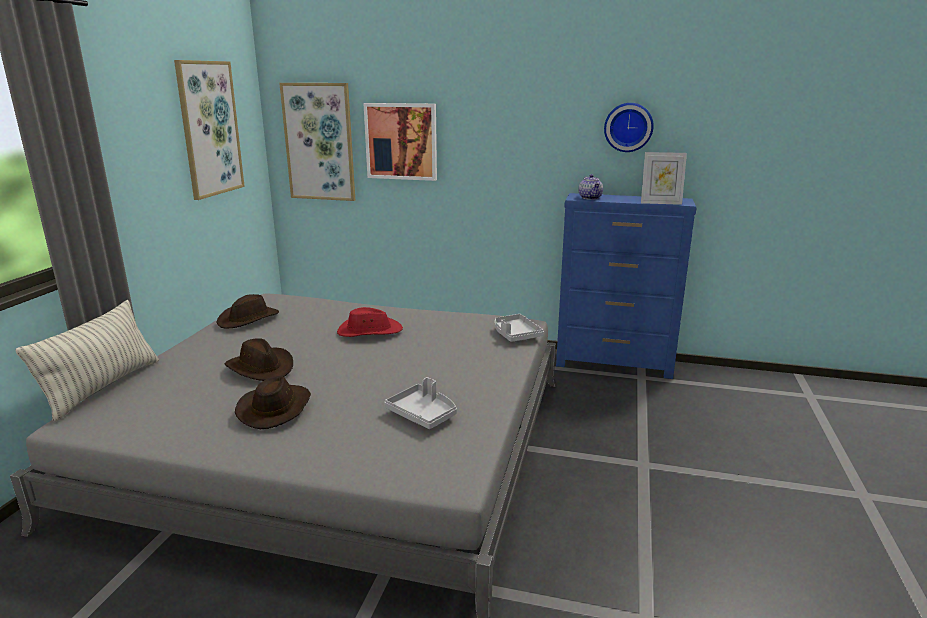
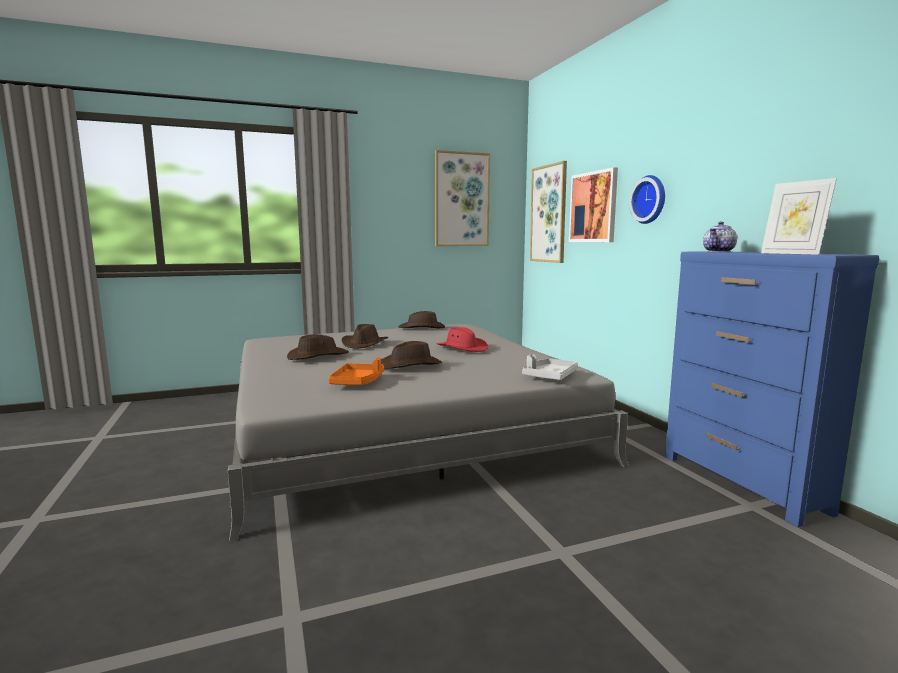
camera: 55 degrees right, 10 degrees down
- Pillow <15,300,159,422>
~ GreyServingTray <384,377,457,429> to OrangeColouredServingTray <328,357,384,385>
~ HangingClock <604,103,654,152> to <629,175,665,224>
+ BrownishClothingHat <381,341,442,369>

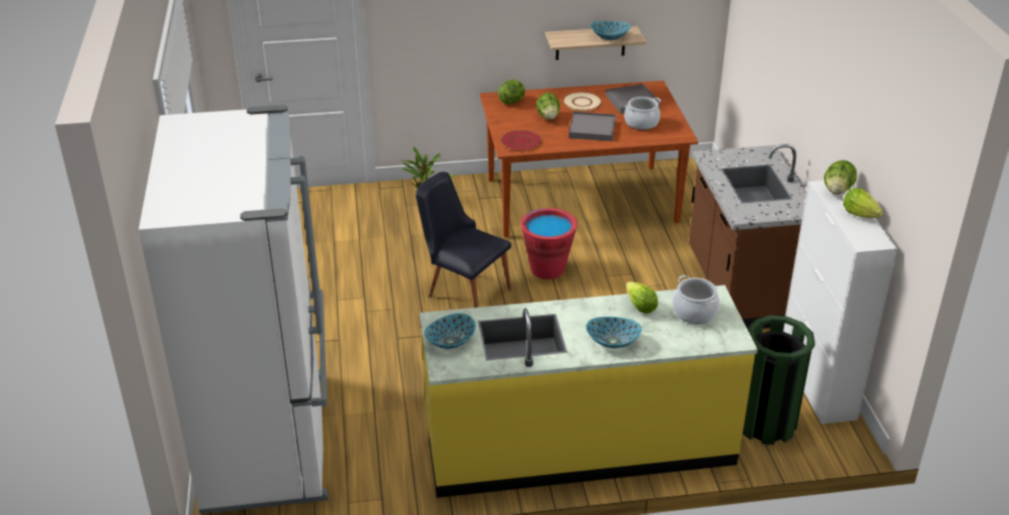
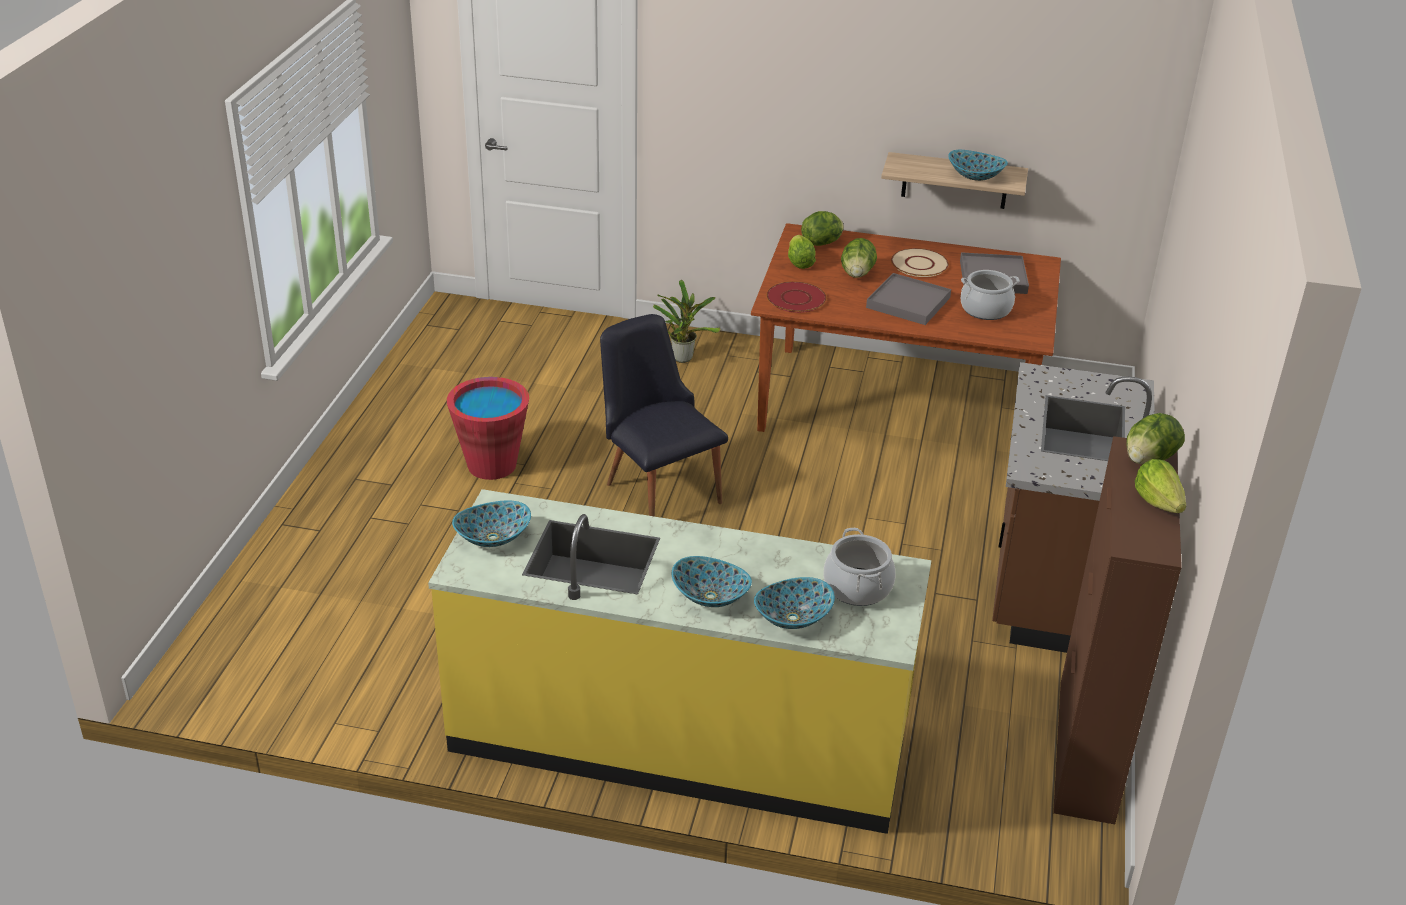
camera: 20 degrees right, 0 degrees up
- WhitishKitchenFridge <139,104,328,514>
~ RedColouredWaterBucket <521,208,577,279> to <447,377,529,480>
~ LettuceHead <626,282,658,314> to <788,235,816,269>
- GreenTrashCan <743,315,815,445>
~ WhitishCabinet <783,180,898,424> to BrownishCabinet <1053,436,1182,824>
+ DeepDish <754,577,835,629>

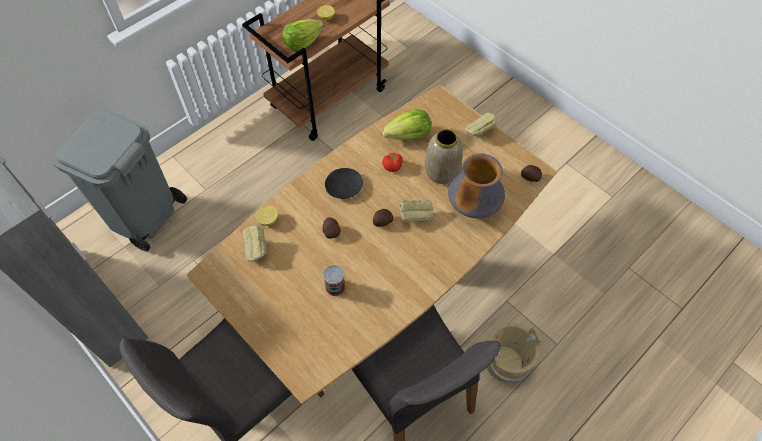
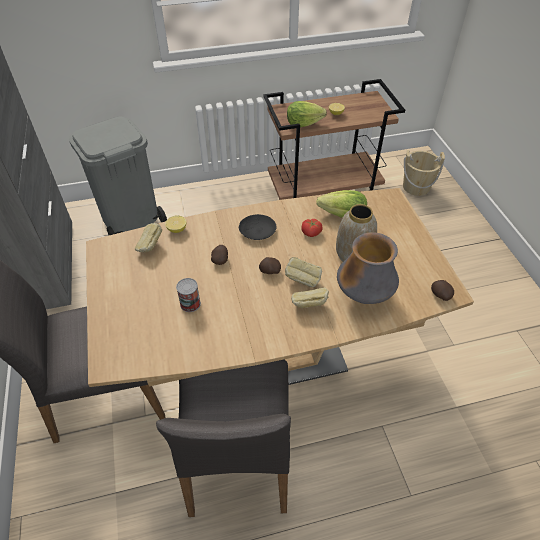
camera: 30 degrees right, 10 degrees down
~ BakedBread <465,113,497,137> to <291,288,329,308>
~ BeigeColouredWaterBucket <486,323,542,382> to <403,150,445,196>

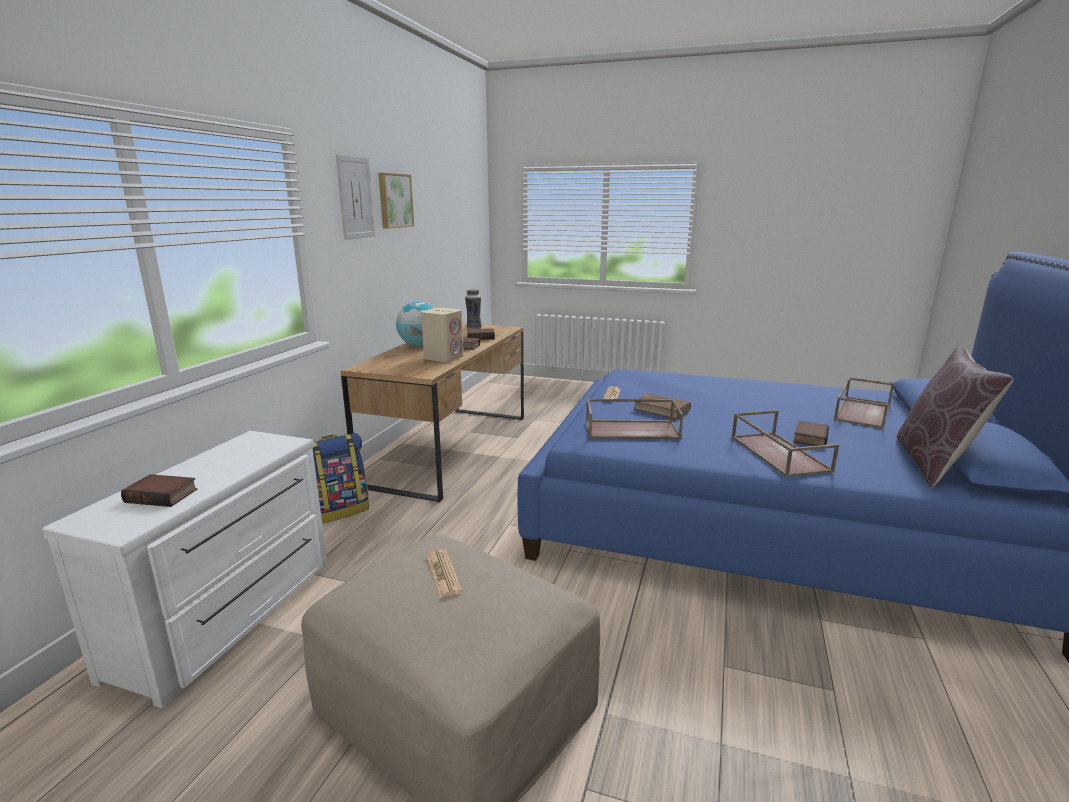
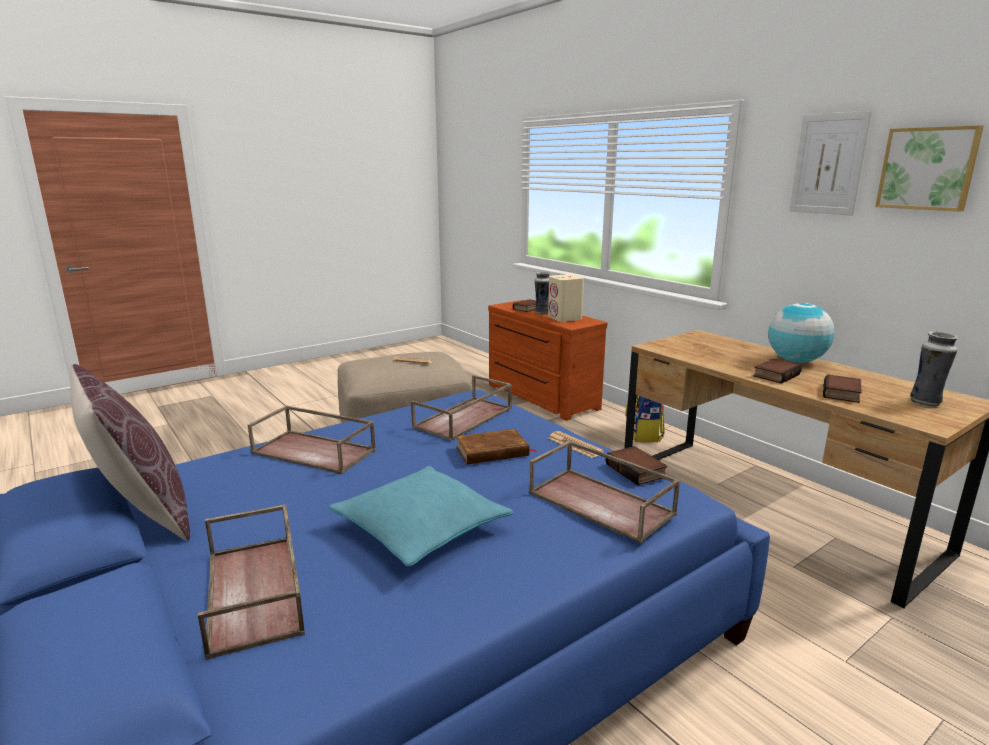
camera: 125 degrees right, 0 degrees up
~ WhitishChestOfDrawers <42,431,327,708> to BrownishChestOfDrawers <488,300,607,421>
~ BeigeColouredSpeaker <421,308,464,362> to <548,274,584,322>
~ Volume <793,421,829,446> to <605,446,667,486>
+ TurquoiseColouredPillow <329,466,513,567>
+ BrownishServingTray <529,440,681,543>
+ Vase <535,272,550,315>

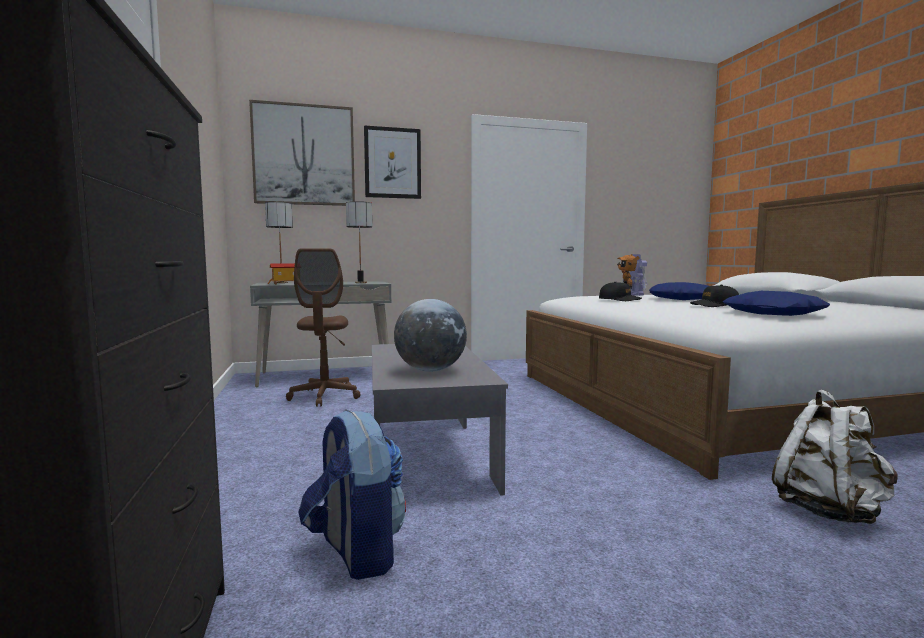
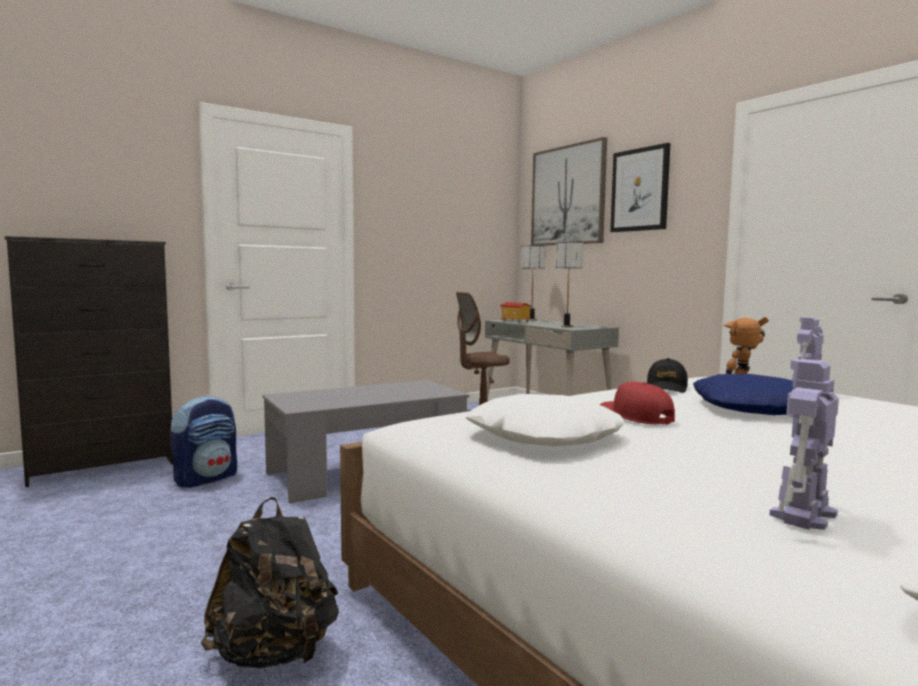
camera: 70 degrees right, 0 degrees up
- WorldGlobe <394,299,467,372>
~ BlackPeakedCap <690,285,739,307> to RedColouredPeakedCap <600,382,675,425>
~ BluePillow <723,291,830,316> to WhitishPillow <465,394,624,446>
~ WhitishBackpack <772,390,898,524> to BlackBackpack <201,497,339,668>
+ ToyRobot <770,359,839,530>

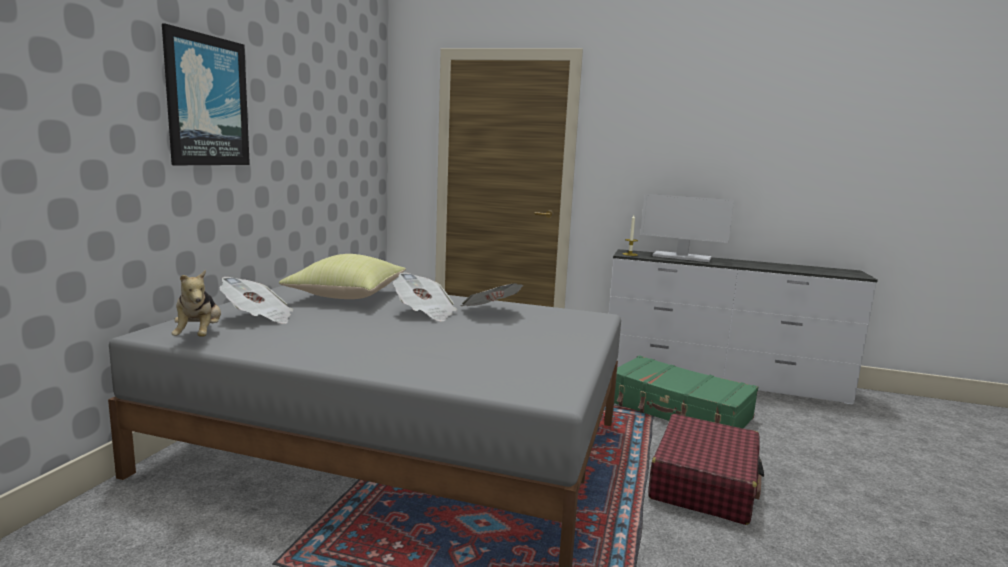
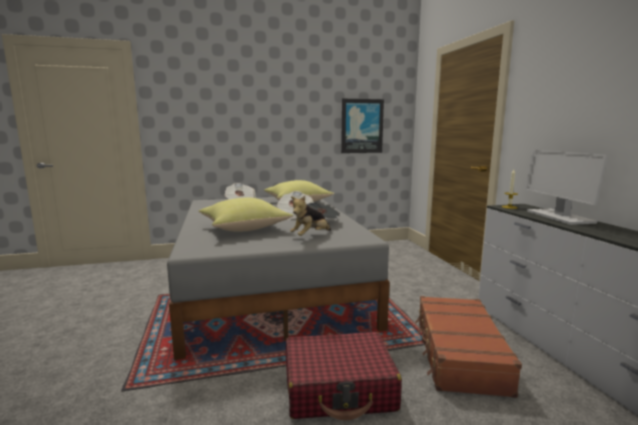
camera: 60 degrees right, 0 degrees up
~ WallPicture <162,23,250,165> to <341,99,384,153>
~ SoftToy <171,270,221,337> to <290,196,331,236>
~ GreenSuitcase <614,355,758,428> to BrownishSuitcase <415,296,522,398>
+ YellowishPillow <199,197,293,232>

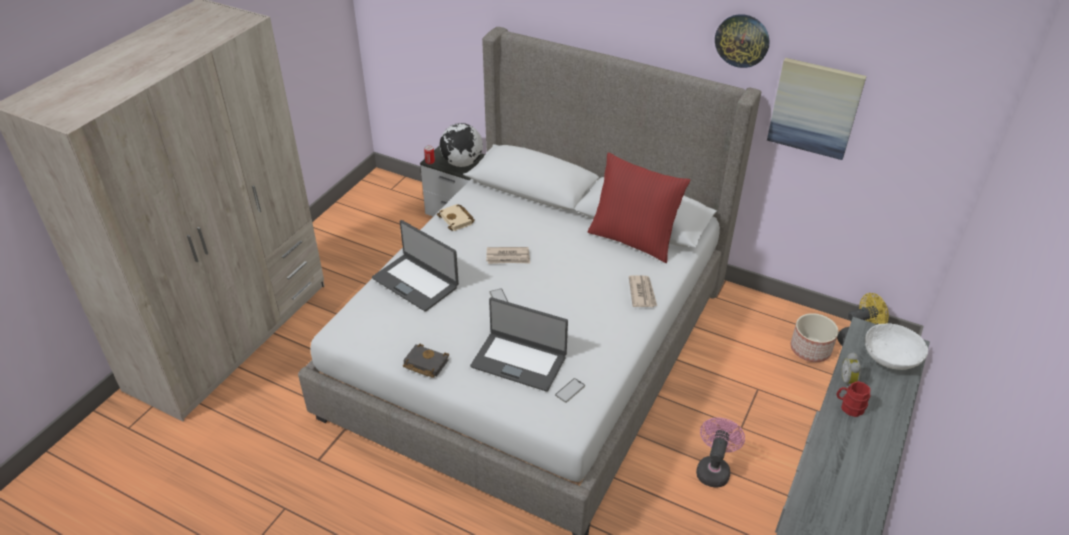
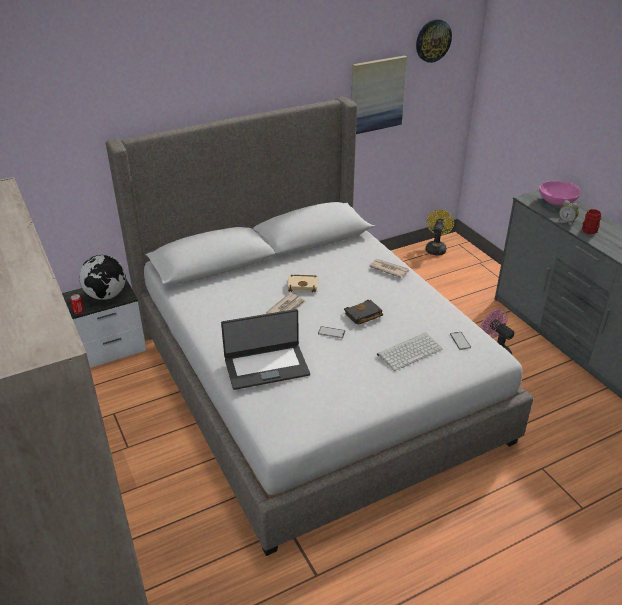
camera: 55 degrees left, 5 degrees down
~ BlackVolume <403,344,449,378> to <344,300,383,325>
~ BeigeColouredVolume <437,204,475,231> to <287,275,318,293>
~ Laptop <470,297,568,392> to PcKeyboard <377,333,442,371>
- RedColouredPillow <588,153,690,263>
~ HangingClock <715,14,770,68> to <416,19,452,63>
- FlowerPot <791,313,838,362>
~ WhitishDeepDish <865,323,928,370> to PinkishDeepDish <539,181,581,205>

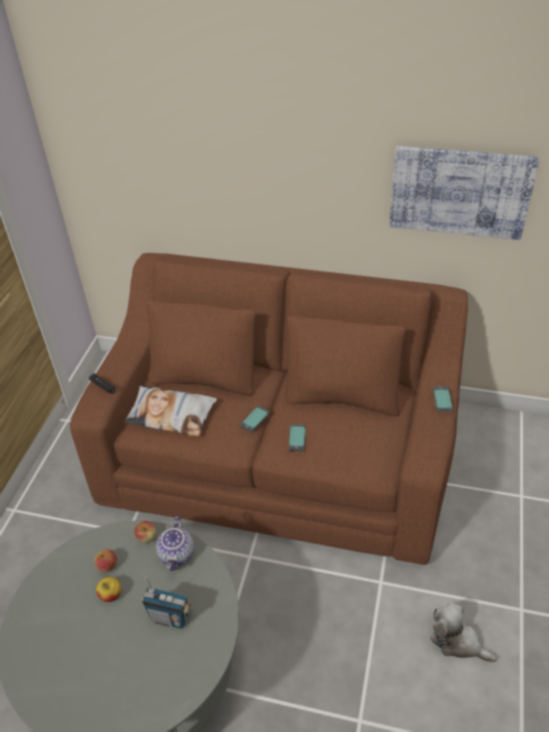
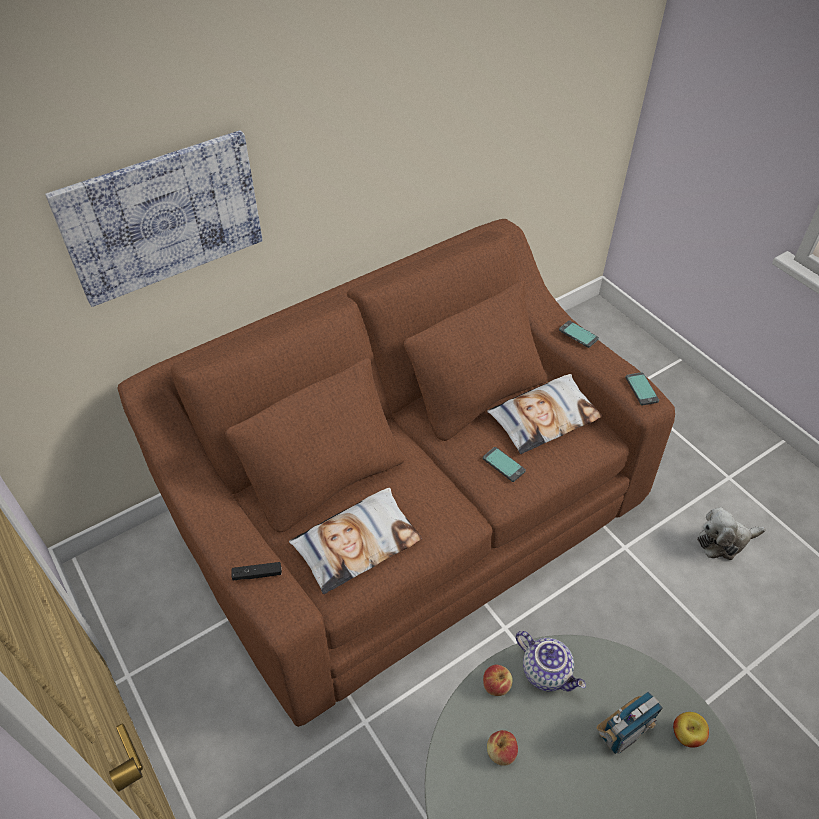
camera: 50 degrees left, 5 degrees up
~ WholeApple <96,576,122,602> to <673,712,709,748>
~ Phone <240,406,270,433> to <625,372,659,406>
~ WallPicture <389,146,539,240> to <45,130,263,307>
+ Pillow <487,374,602,454>

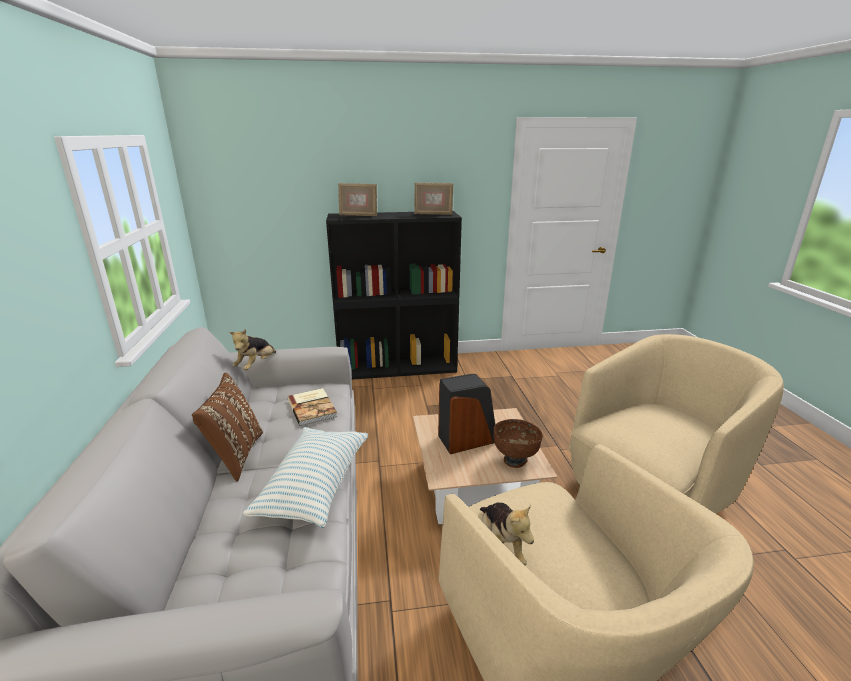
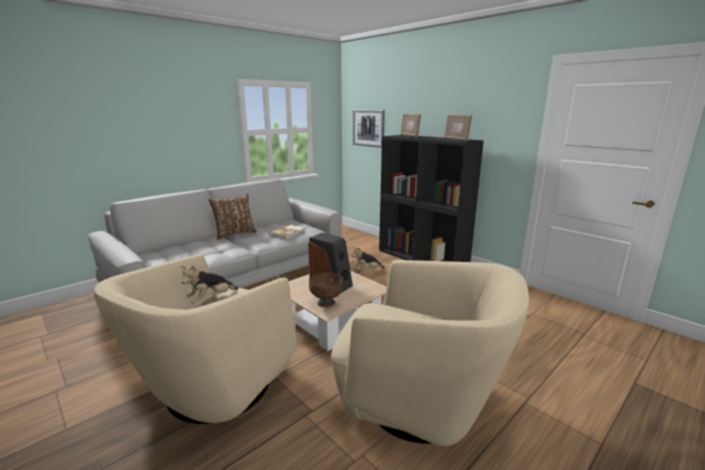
camera: 55 degrees right, 5 degrees down
~ SoftToy <229,329,276,370> to <352,247,385,270>
- Pillow <243,427,368,528>
+ WallPicture <353,110,385,148>

